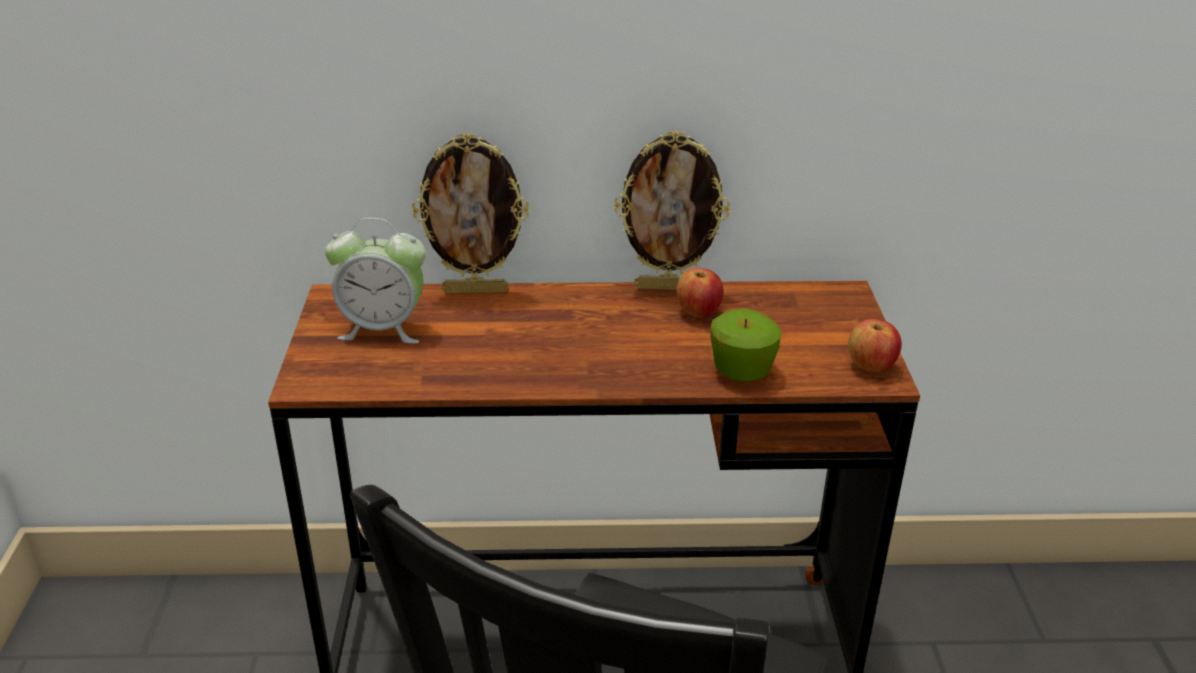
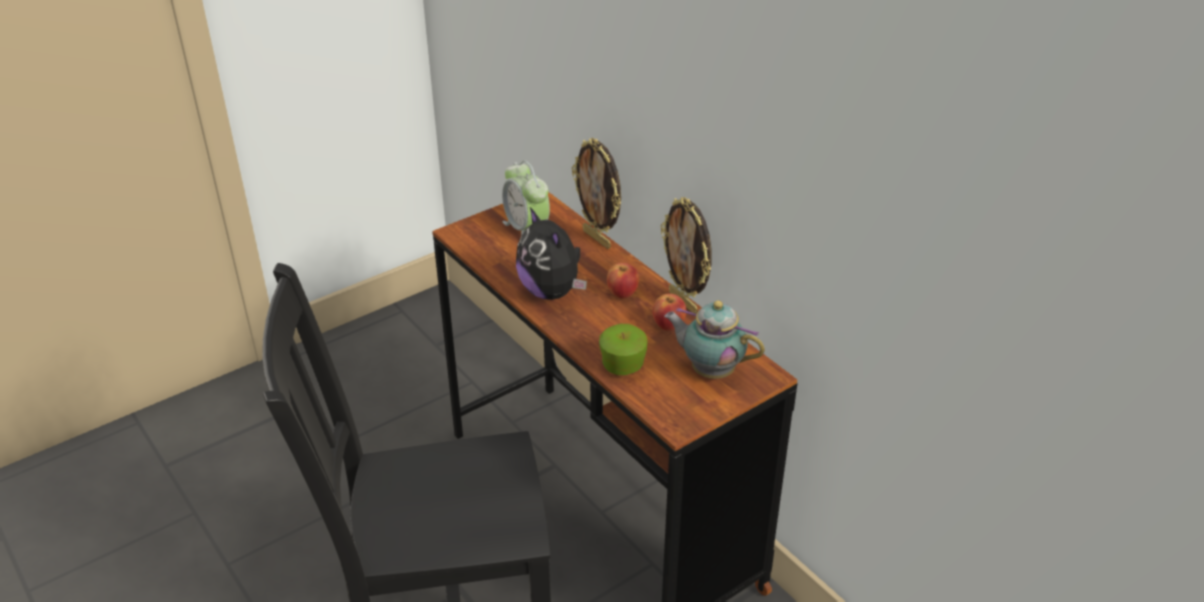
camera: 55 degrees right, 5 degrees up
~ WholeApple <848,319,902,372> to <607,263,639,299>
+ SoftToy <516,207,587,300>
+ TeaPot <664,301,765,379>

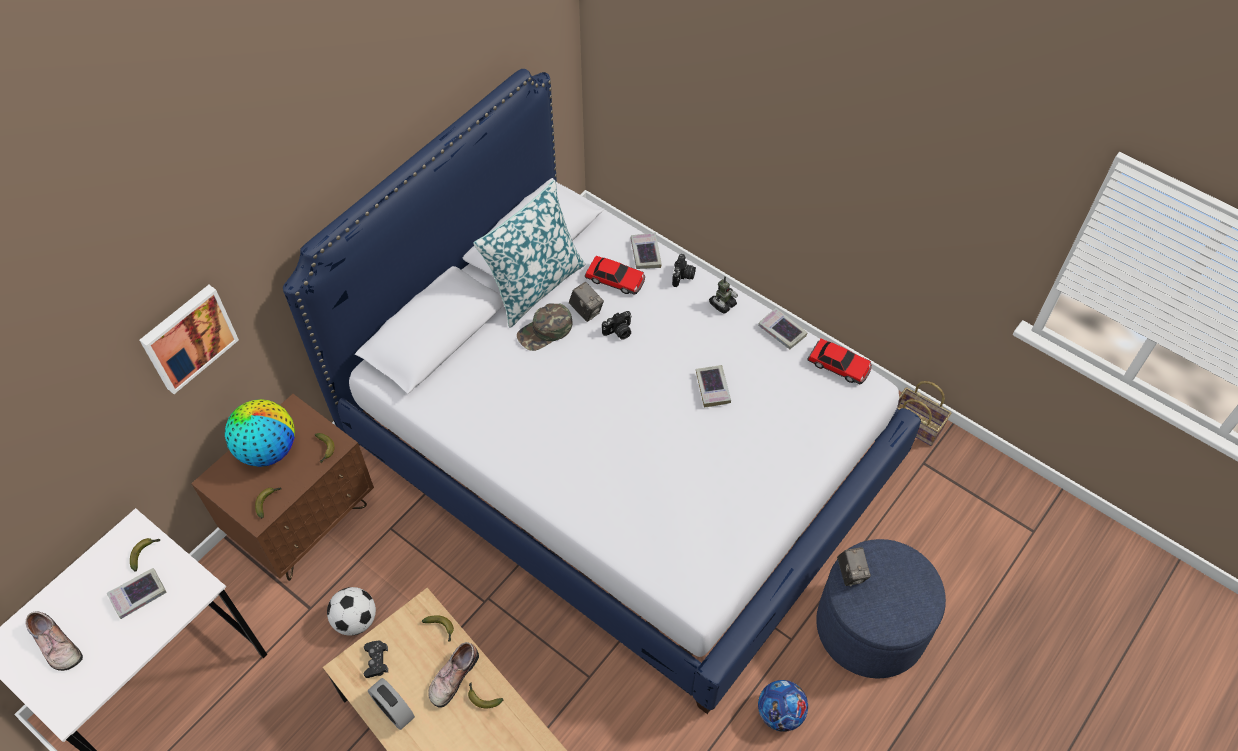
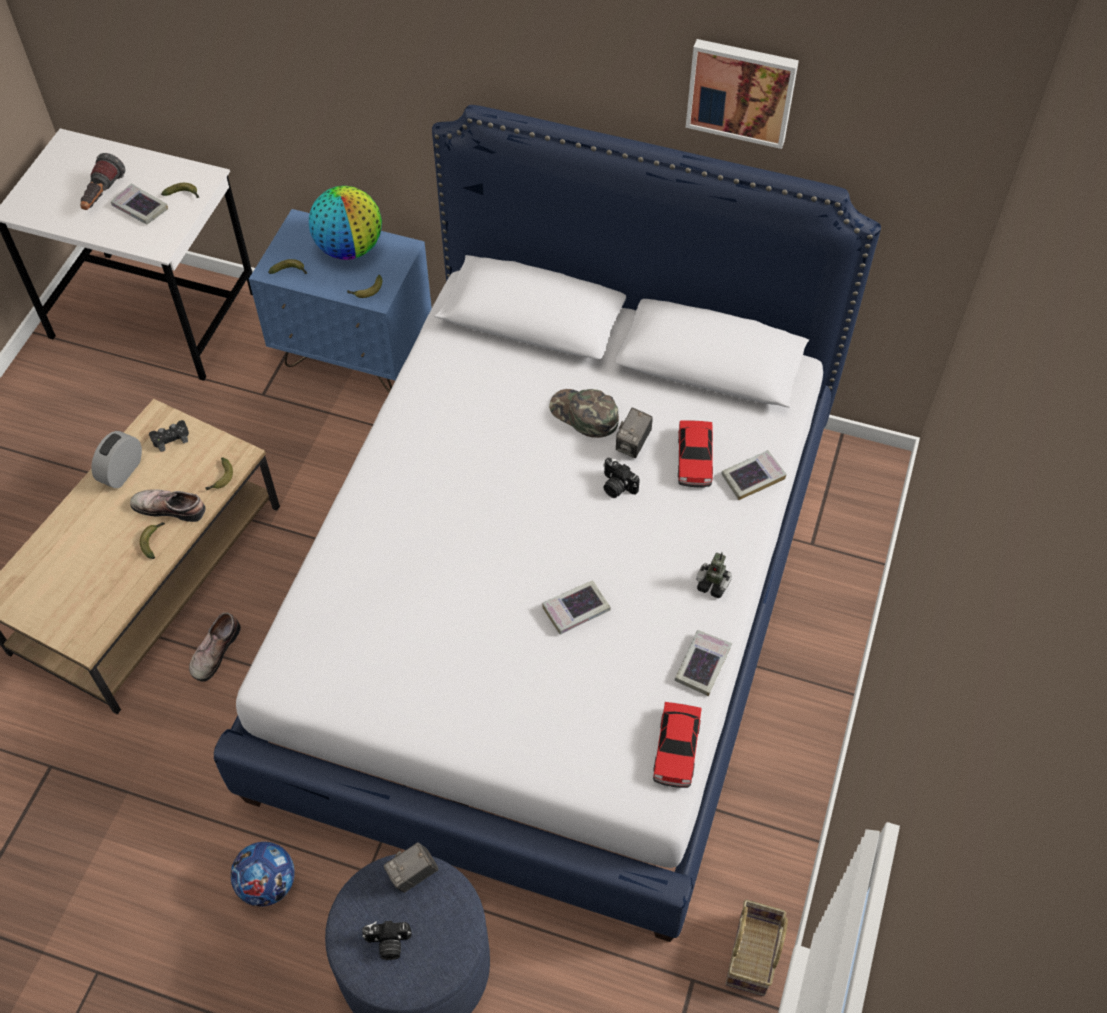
camera: 70 degrees right, 0 degrees up
~ Shoe <25,612,83,671> to <189,612,241,682>
~ WallPicture <139,285,239,394> to <685,39,799,149>
~ BrownishNightstand <191,394,374,581> to BlueNightstand <249,209,432,393>
- FootballBall <327,587,376,636>
- Pillow <473,180,585,328>
~ StillCamera <672,254,696,287> to <362,921,412,960>
+ HandTorch <80,153,125,210>

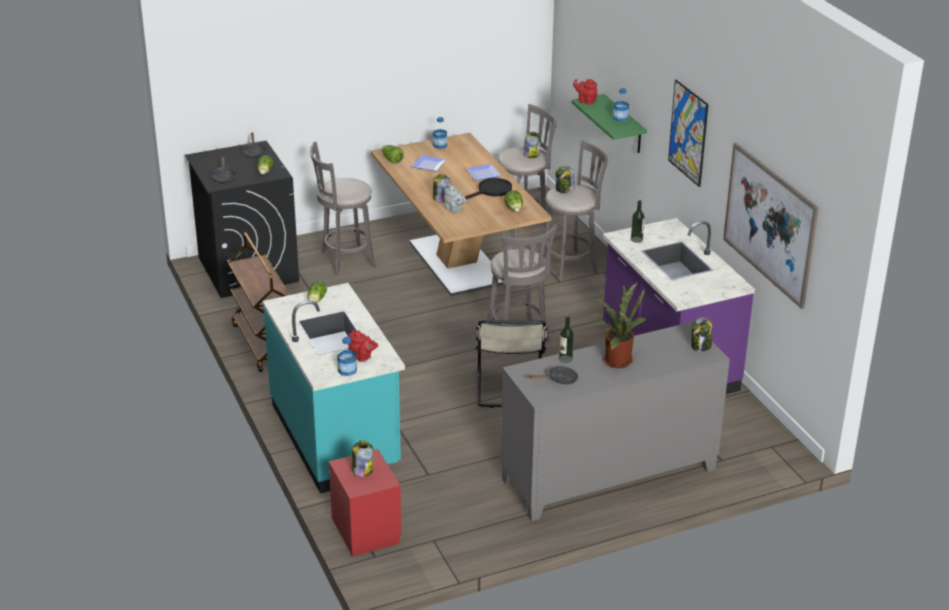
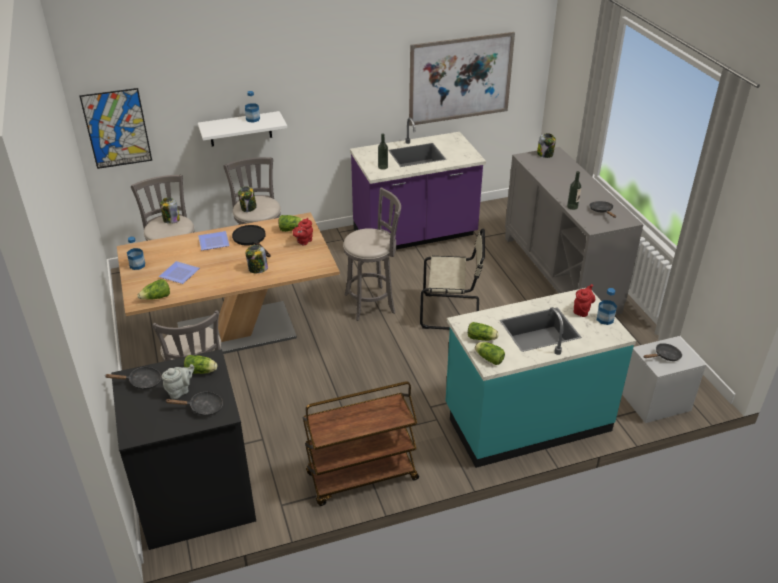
camera: 85 degrees left, 5 degrees up
~ RedColouredNightstand <329,449,402,556> to GreyNightstand <622,336,706,423>
~ StorageJar <352,441,373,477> to BlackSkillet <643,343,682,361>
~ GreyTeaPot <444,185,466,213> to <162,364,194,399>
~ GreenWallShelf <571,94,647,153> to WhitishWallShelf <198,111,287,146>
~ RedColouredTeaPot <573,79,597,105> to <292,218,313,245>
- PottedPlant <592,282,646,368>
~ WallPicture <668,80,709,187> to <79,88,152,169>
+ LettuceHead <475,342,505,365>

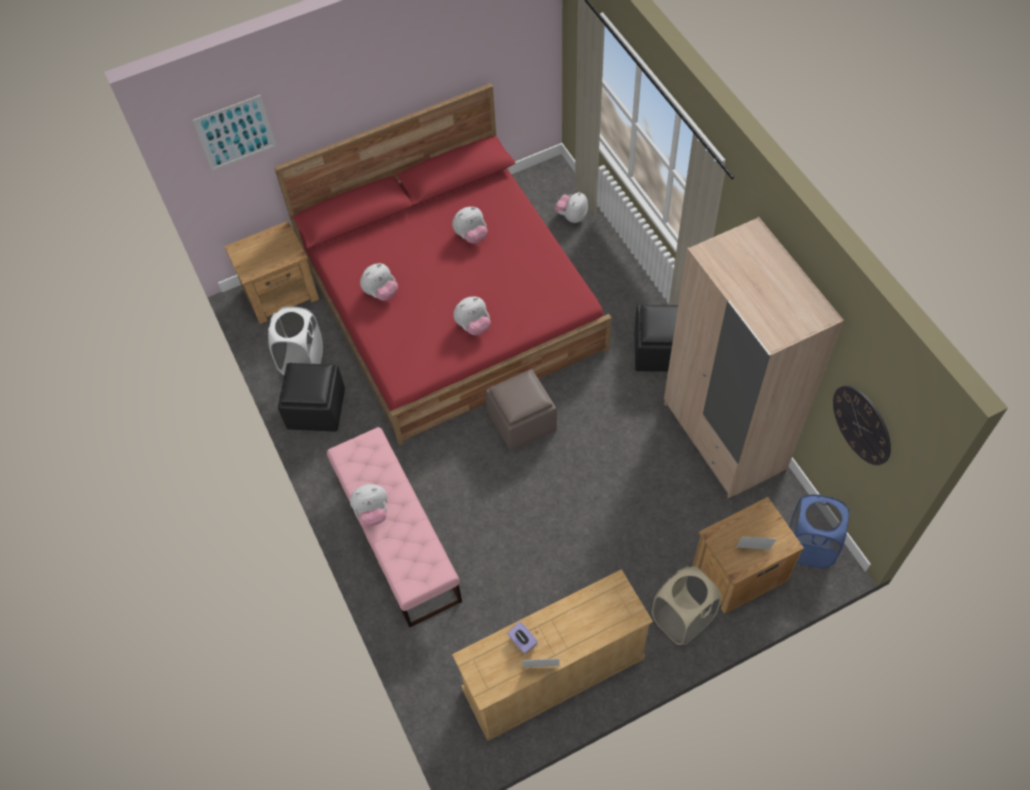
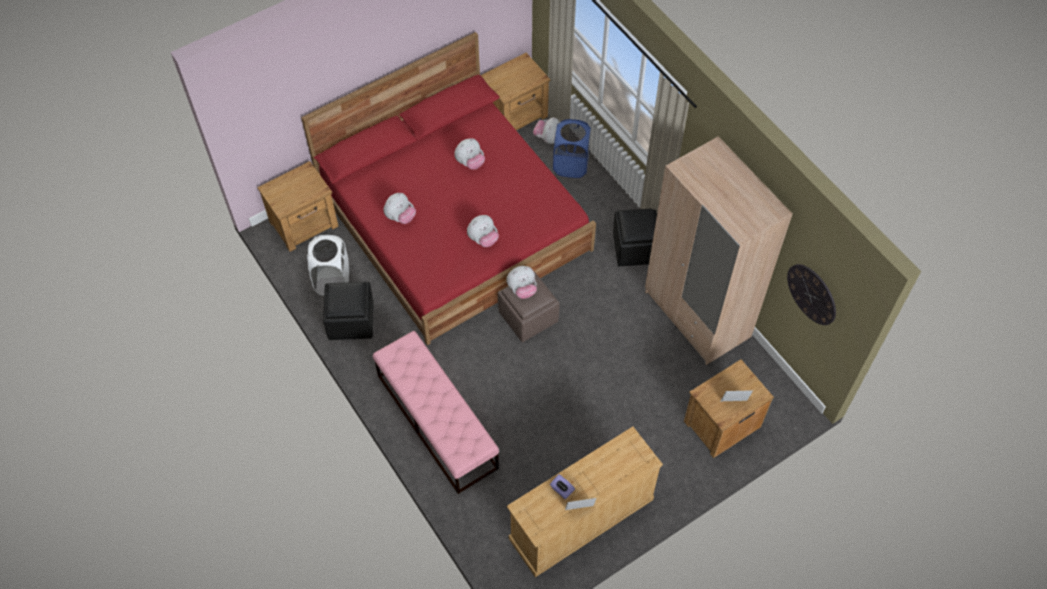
camera: 10 degrees left, 0 degrees up
- WallPicture <192,95,276,171>
~ SoftToy <350,484,387,526> to <506,266,537,299>
- BeigeColouredLaundryBasket <652,566,721,645>
~ BlueLaundryBasket <789,494,849,568> to <553,119,591,178>
+ BrownishNightstand <481,53,551,130>

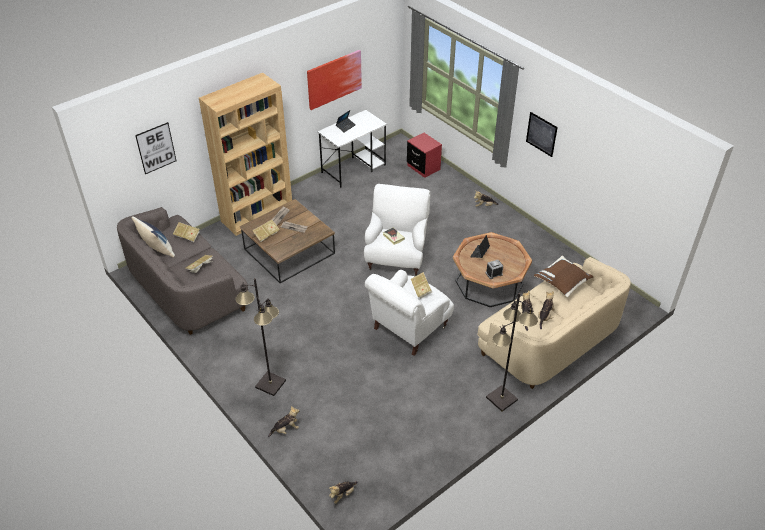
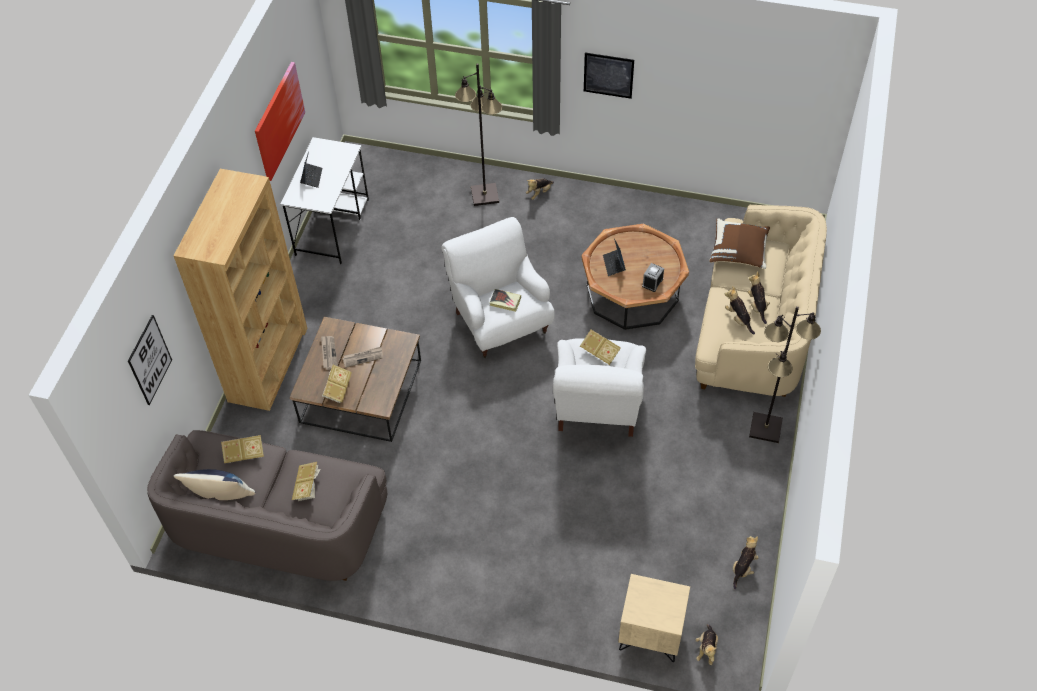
camera: 35 degrees left, 10 degrees up
~ BlackFloorLamp <236,278,286,396> to <455,63,502,206>
~ SoftToy <268,406,299,437> to <733,536,759,589>
- RedColouredNightstand <407,133,442,178>
+ BeigeColouredNightstand <618,574,690,662>

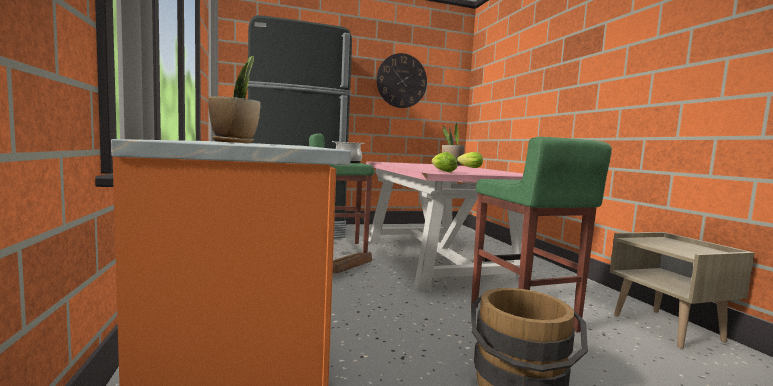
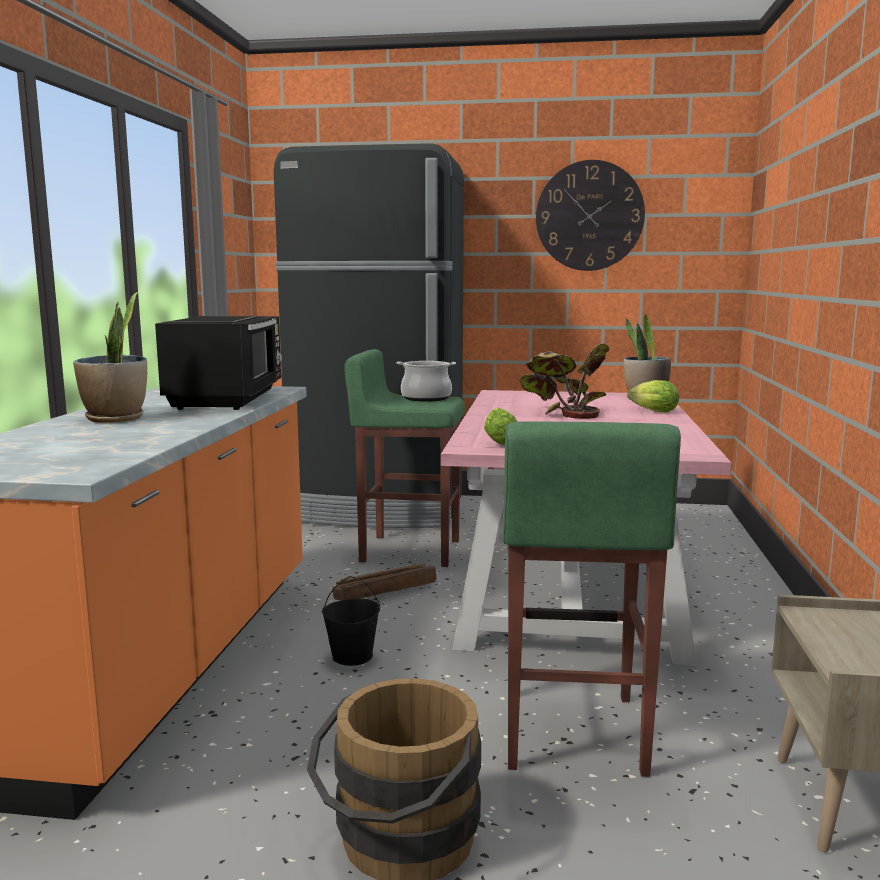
camera: 25 degrees right, 5 degrees up
+ BlackKitchenMicrowave <155,316,282,410>
+ BlackWaterBucket <322,576,380,666>
+ PottedPlant <519,343,609,419>

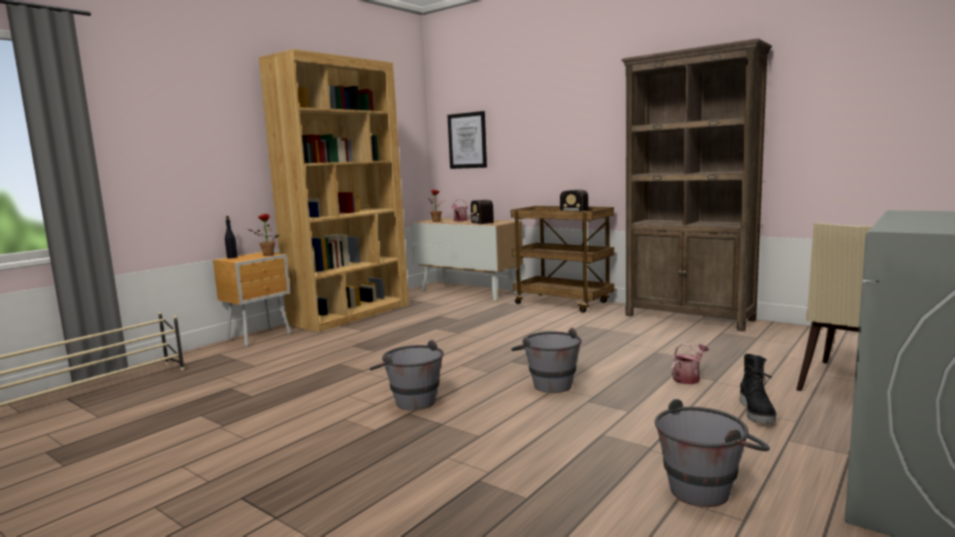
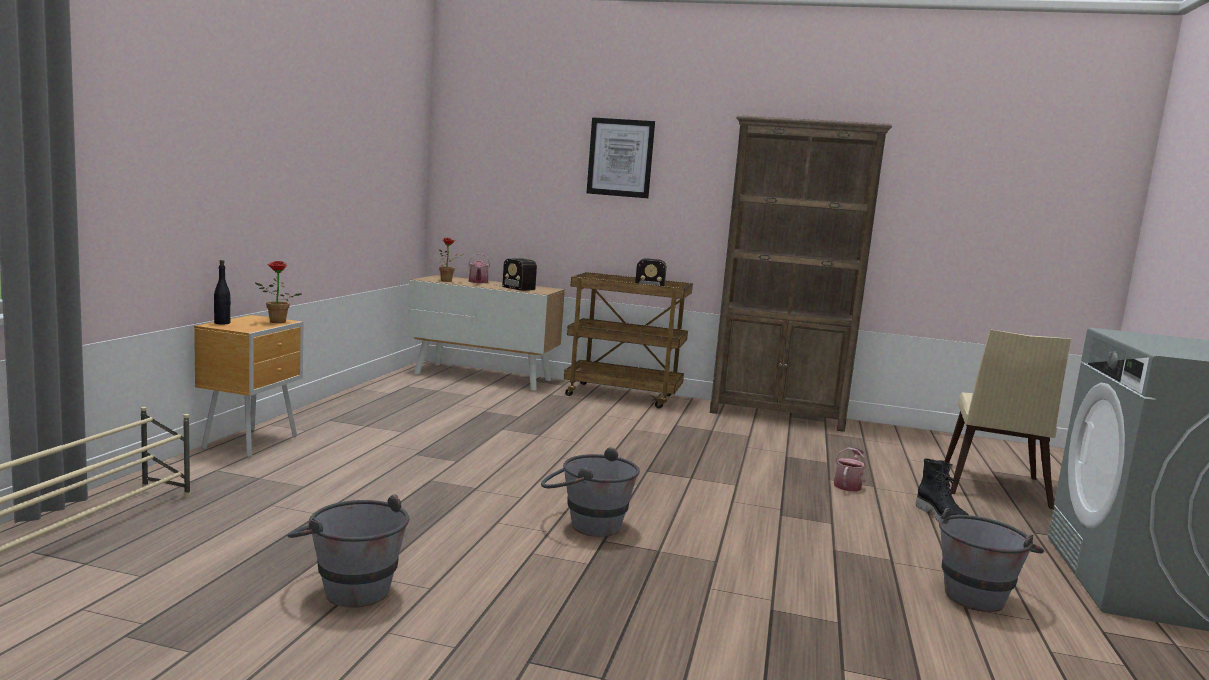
camera: 25 degrees left, 0 degrees up
- BrownishBookcase <259,49,409,332>
~ WallPicture <447,111,487,169> to <587,117,655,198>
~ GreyWaterBucket <511,328,582,393> to <287,494,409,608>

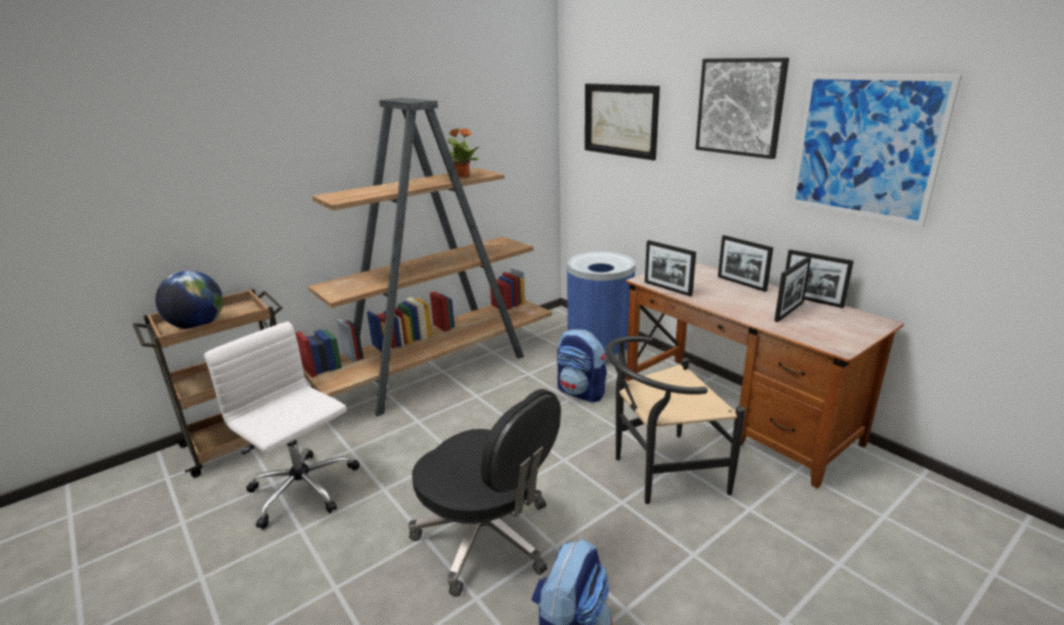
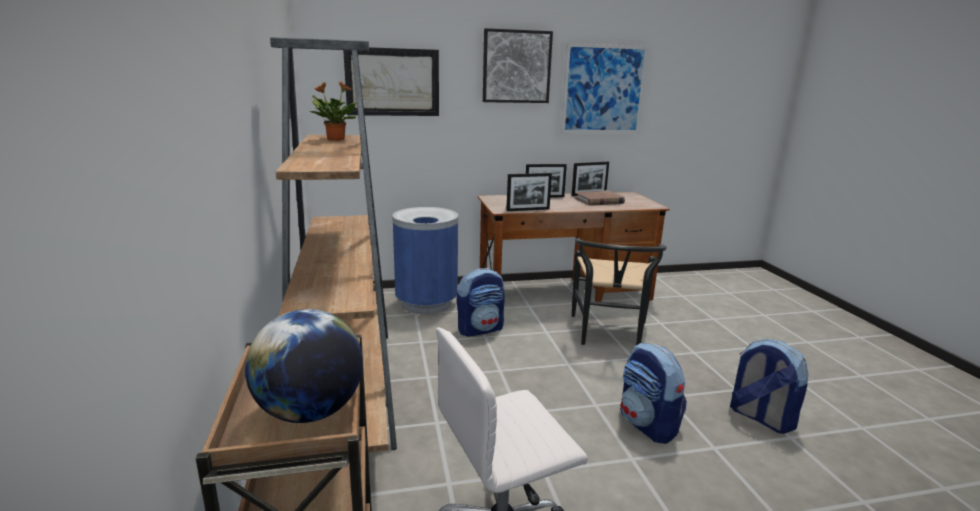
camera: 65 degrees left, 5 degrees down
~ BlackComputerChair <408,389,561,597> to Backpack <620,343,687,444>
~ PictureFrame <774,257,811,322> to BrownishVolume <575,190,625,206>

